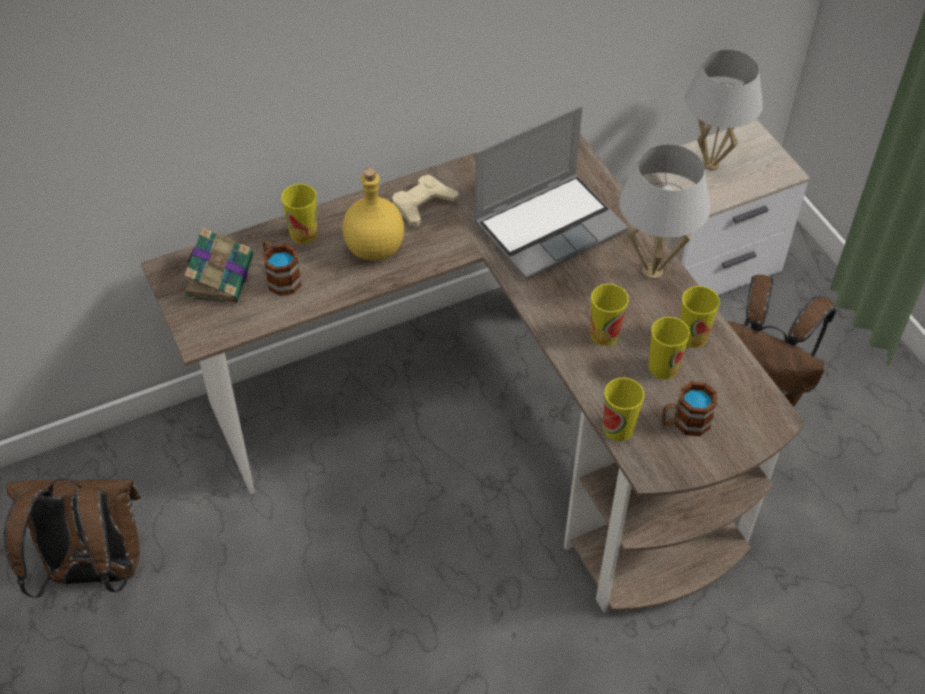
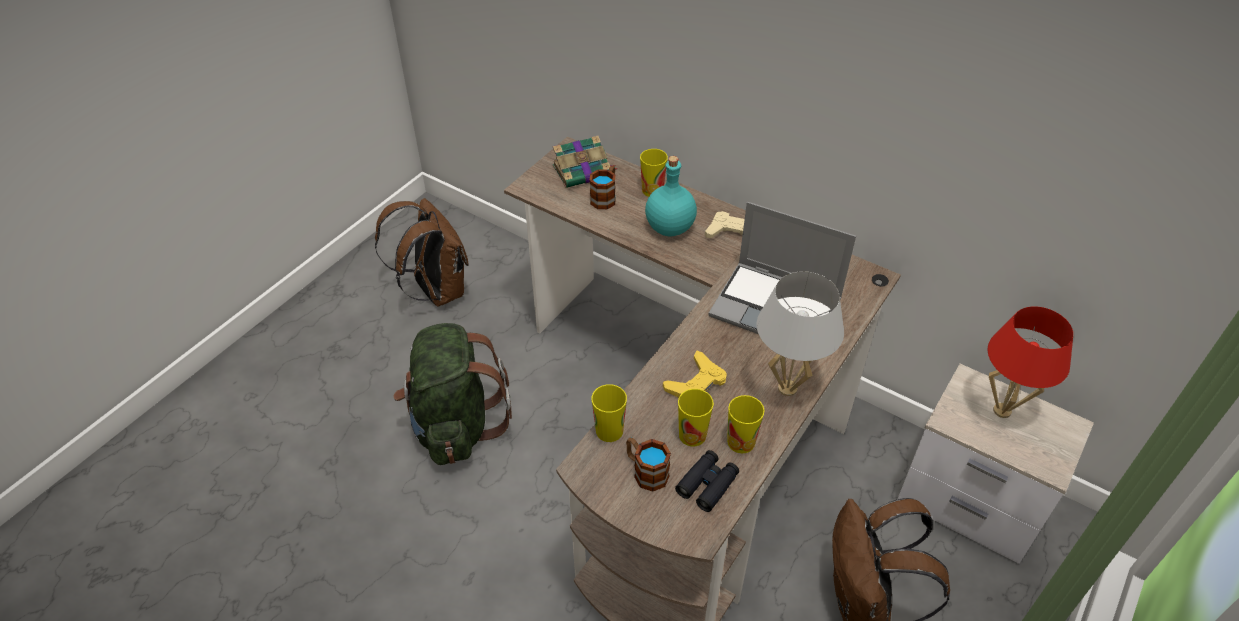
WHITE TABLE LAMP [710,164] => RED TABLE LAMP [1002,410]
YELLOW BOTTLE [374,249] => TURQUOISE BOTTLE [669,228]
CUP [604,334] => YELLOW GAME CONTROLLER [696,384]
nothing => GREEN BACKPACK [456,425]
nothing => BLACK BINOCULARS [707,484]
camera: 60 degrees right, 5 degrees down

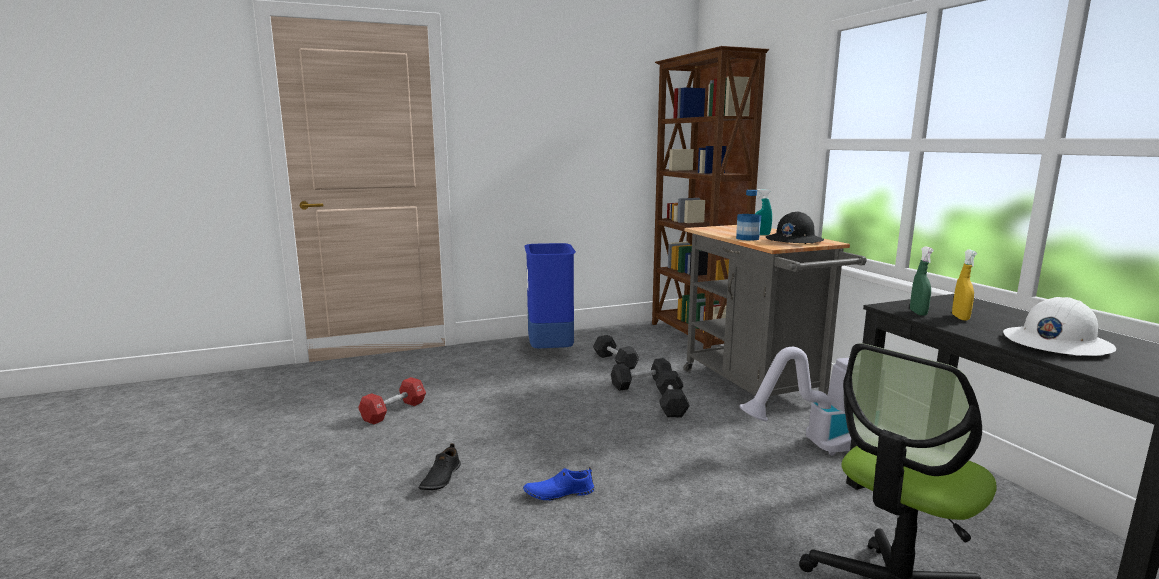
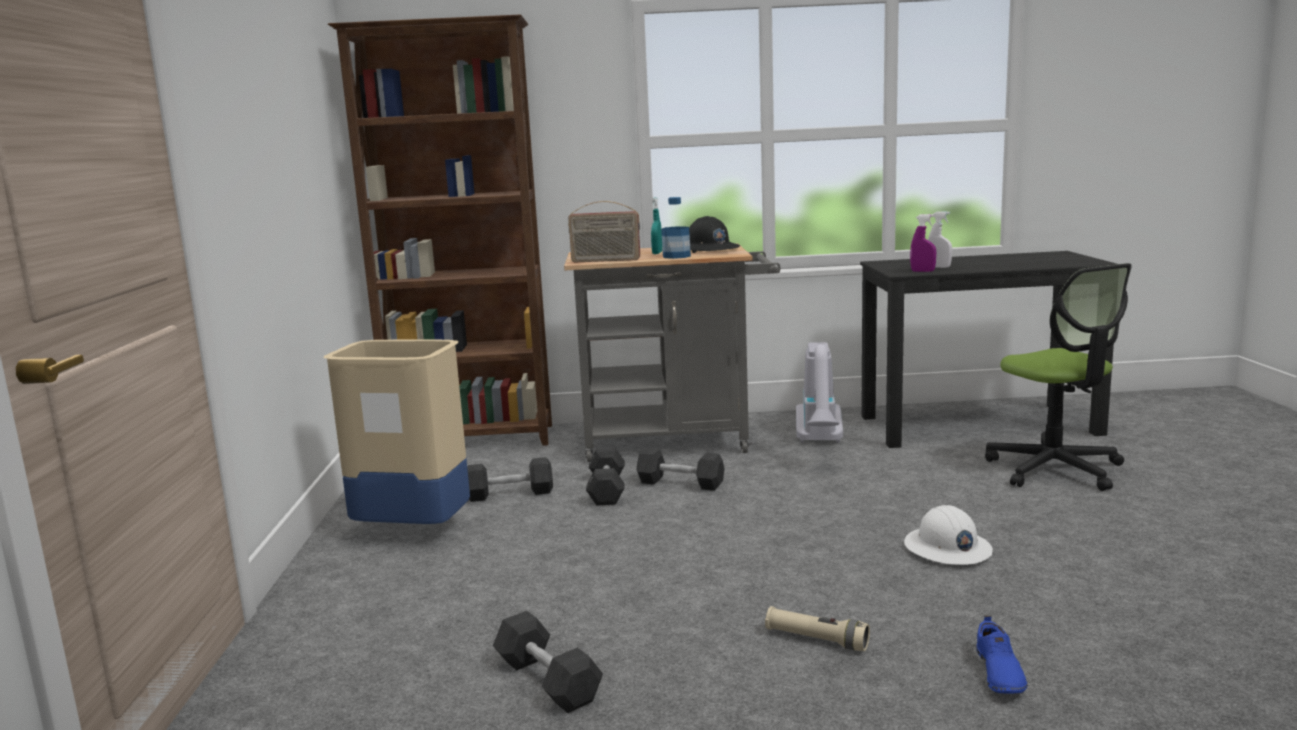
BLUE TRASH CAN [551,351] => BEIGE TRASH CAN [413,531]
GREEN SPRAY BOTTLE [918,313] => PURPLE SPRAY BOTTLE [922,271]
YELLOW SPRAY BOTTLE [960,318] => WHITE SPRAY BOTTLE [939,267]
WHITE HARD HAT [1055,344] => WHITE HARD HAT [947,549], move
RED DUMBBELL [394,411] => BLACK DUMBBELL [547,681]
BLACK SHOE [440,478] => BEIGE FLASHLIGHT [816,640]
BLUE SHOE [559,493] => BLUE SHOE [998,673], move
nothing => RADIO [605,260]
camera: 70 degrees left, 0 degrees up

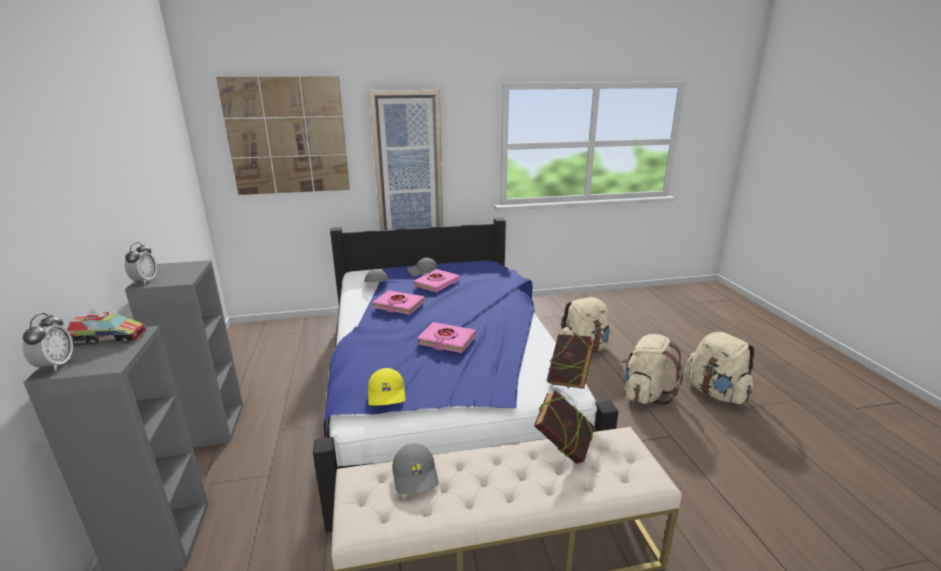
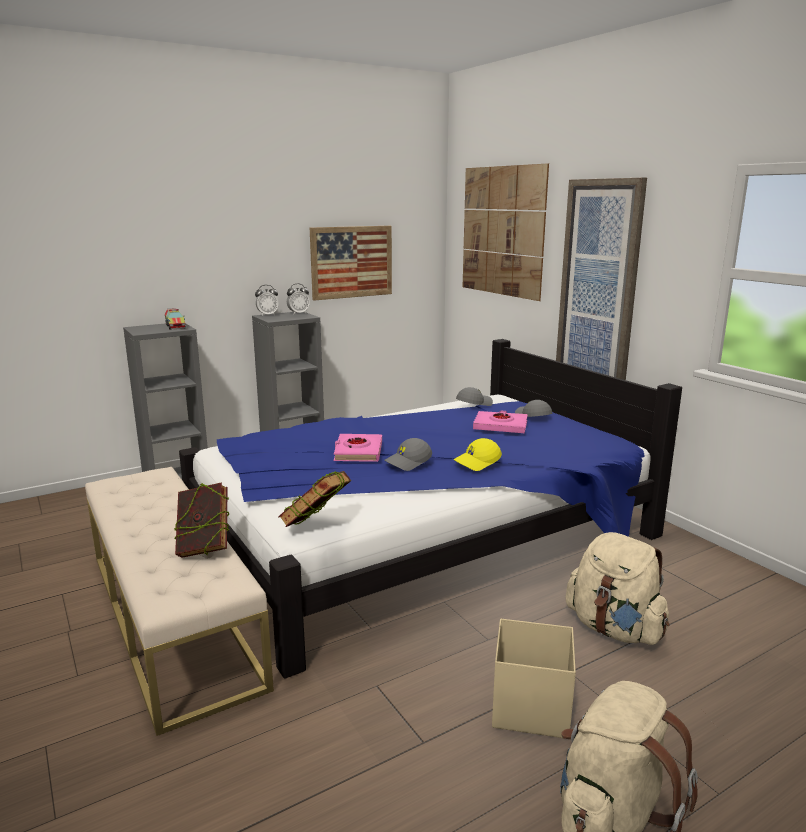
PINK BOOK [399,305] => nothing
ALARM CLOCK [56,365] => ALARM CLOCK [298,313], move
BEIGE BACKPACK [645,394] => BEIGE STORAGE BOX [529,708]
YELLOW CAP [387,394] => YELLOW CAP [477,462], move
GREY CAP [416,476] => GREY CAP [408,462], move
nothing => PICTURE [351,262]
camera: 70 degrees right, 5 degrees down

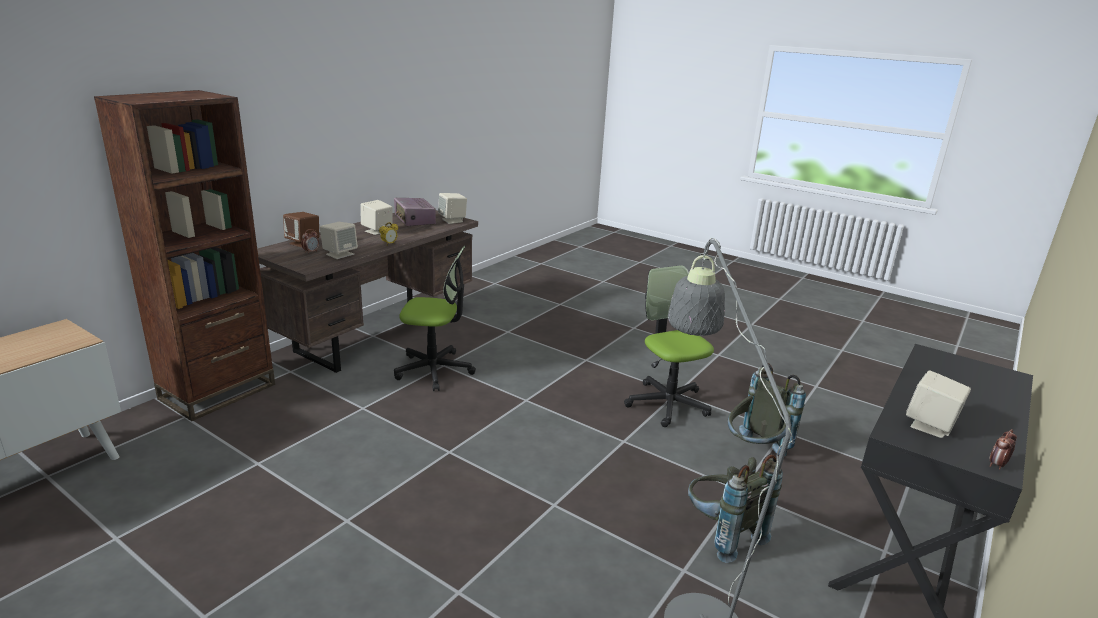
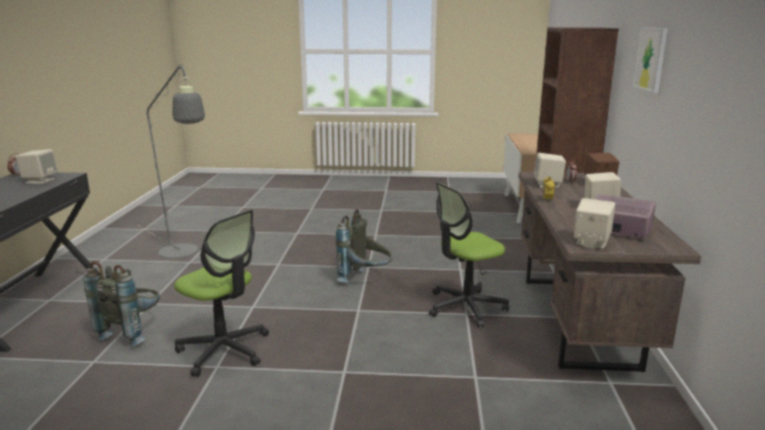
GREY BACKPACK [721,534] => GREY BACKPACK [365,280], move
nothing => PICTURE [651,59]
camera: 150 degrees right, 5 degrees down

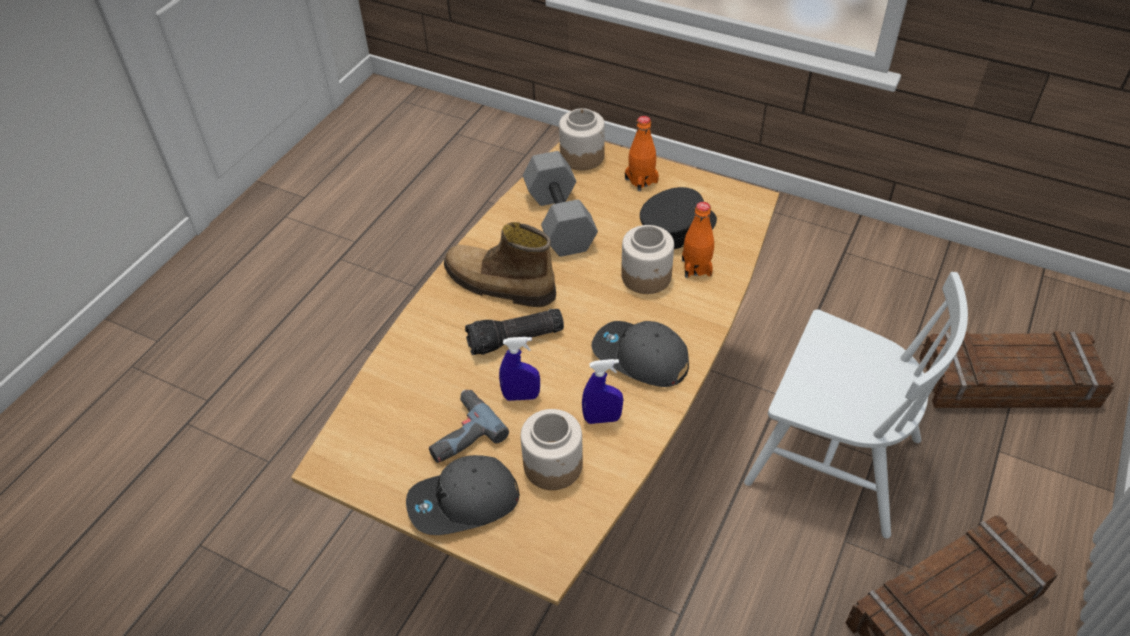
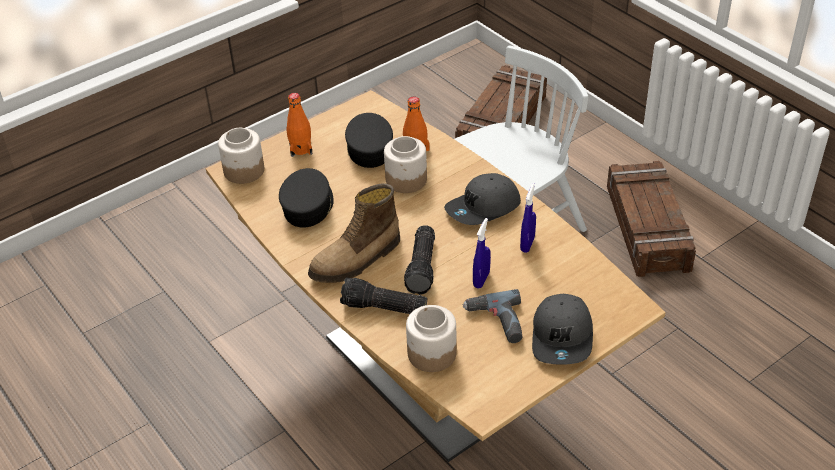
GREY DUMBBELL [557,220] => BLACK CAP [308,206]
JAR [553,464] => JAR [431,353], move
nothing => FLASHLIGHT [383,308]
camera: 65 degrees left, 5 degrees down

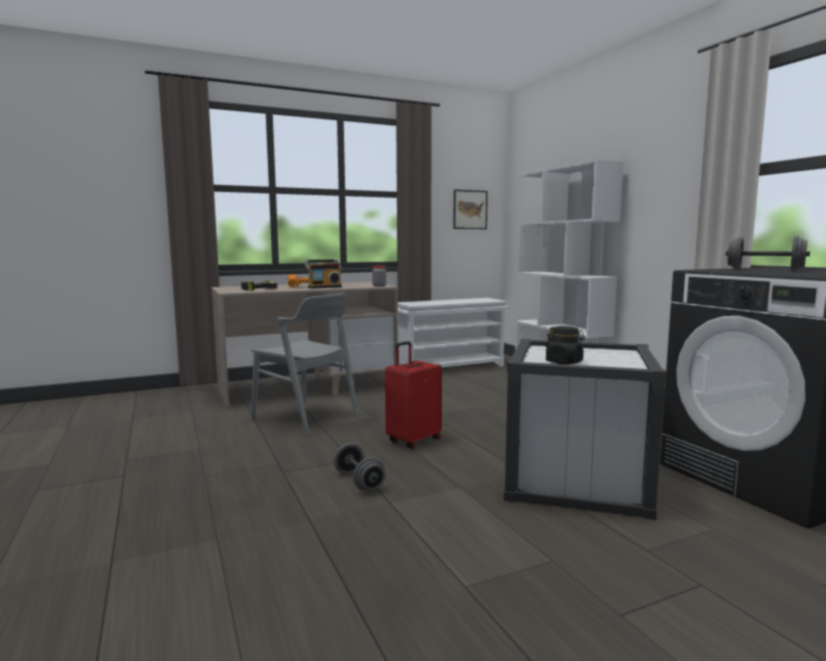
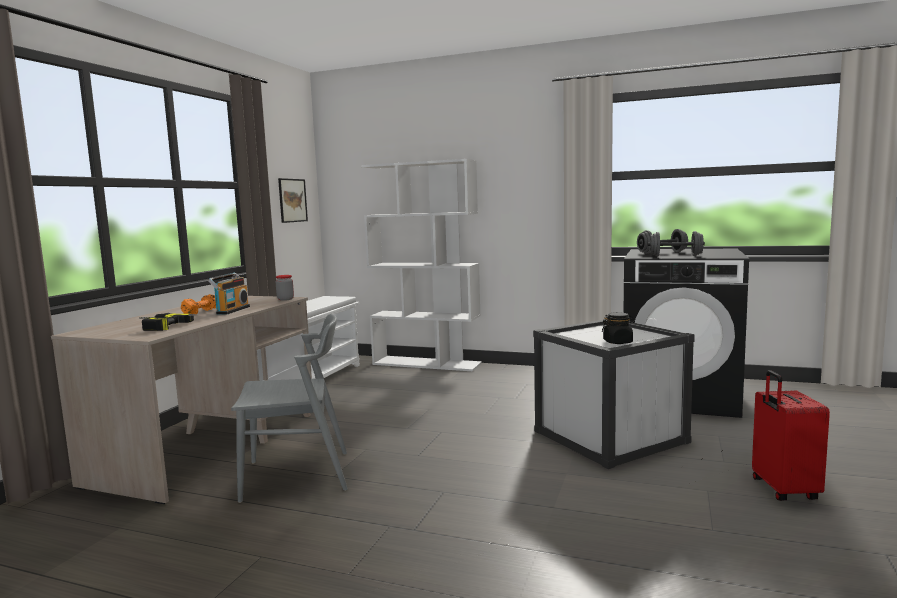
RED SUITCASE [413,440] => RED SUITCASE [783,490], move
GREY DUMBBELL [359,481] => GREY DUMBBELL [675,256], move
camera: 45 degrees left, 0 degrees up

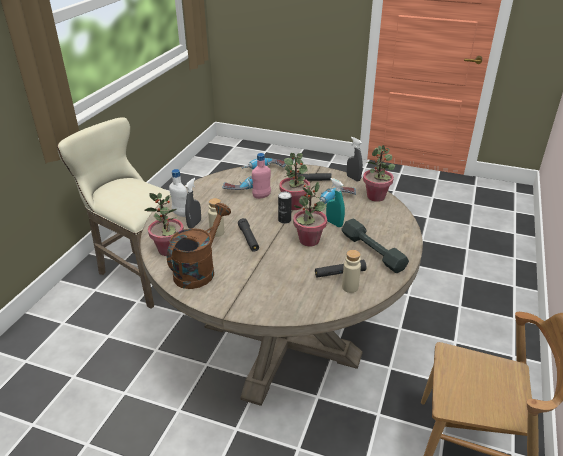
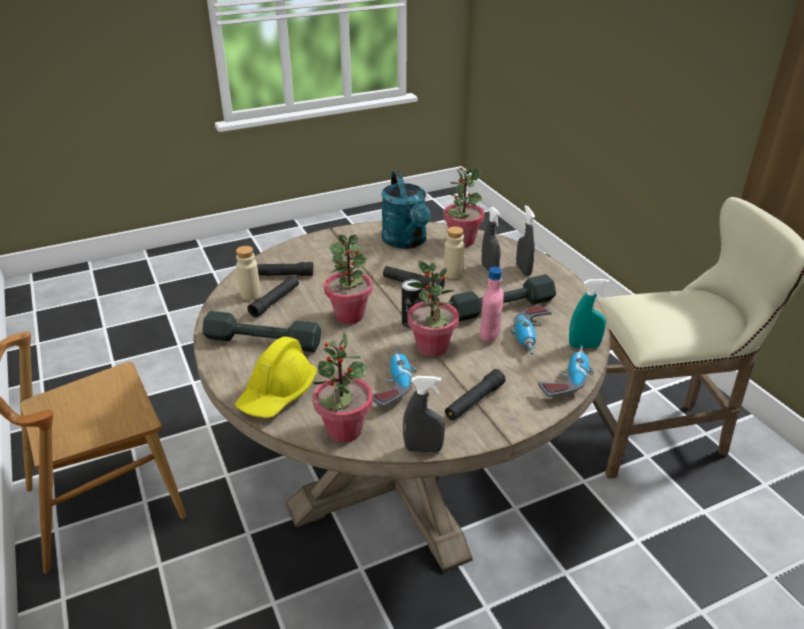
WHITE BOTTLE [180,214] => GREY SPRAY BOTTLE [523,270]
TURQUOISE SPRAY BOTTLE [334,223] => TURQUOISE SPRAY BOTTLE [584,346], move
BROWN WATERING CAN [199,270] => TURQUOISE WATERING CAN [406,242]
nothing => BLACK FLASHLIGHT [282,275]
nothing => GREY DUMBBELL [502,307]
nothing => YELLOW HARD HAT [277,393]
camera: 135 degrees right, 0 degrees up

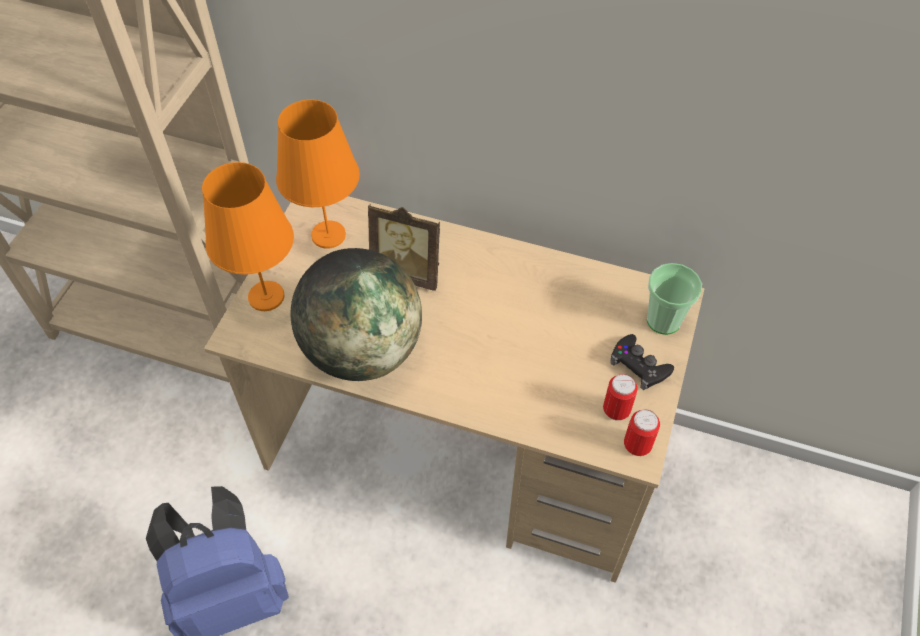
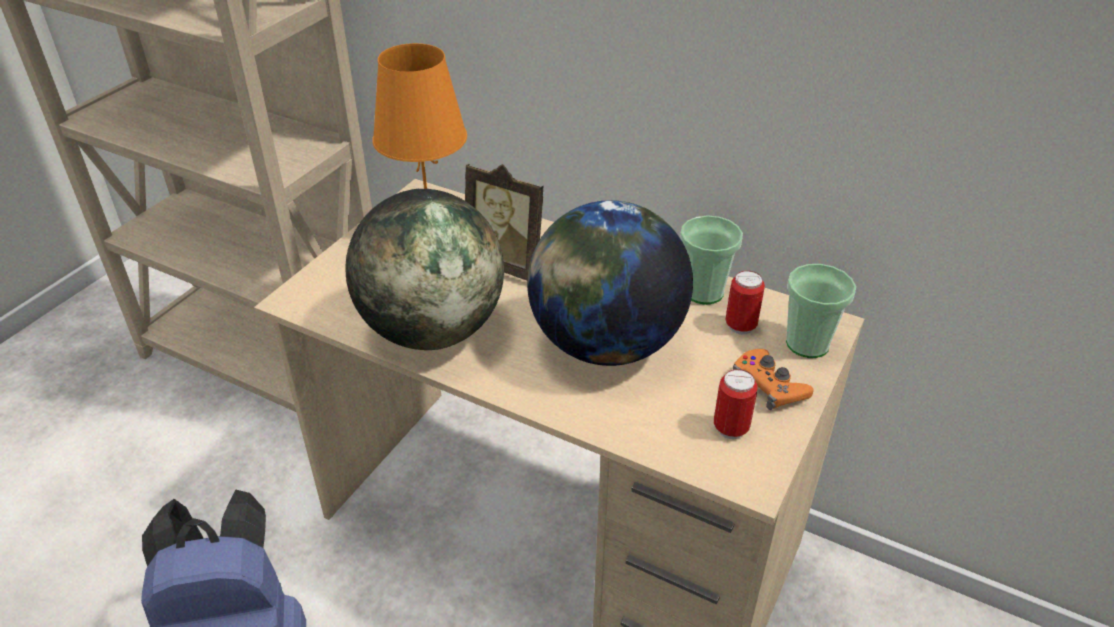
ORANGE TABLE LAMP [266,296] => nothing
BLACK GAME CONTROLLER [639,365] => ORANGE GAME CONTROLLER [769,385]
CAN [637,445] => CAN [740,326], move
nothing => GLOBE [605,344]
nothing => CUP [703,292]
camera: 10 degrees right, 15 degrees down

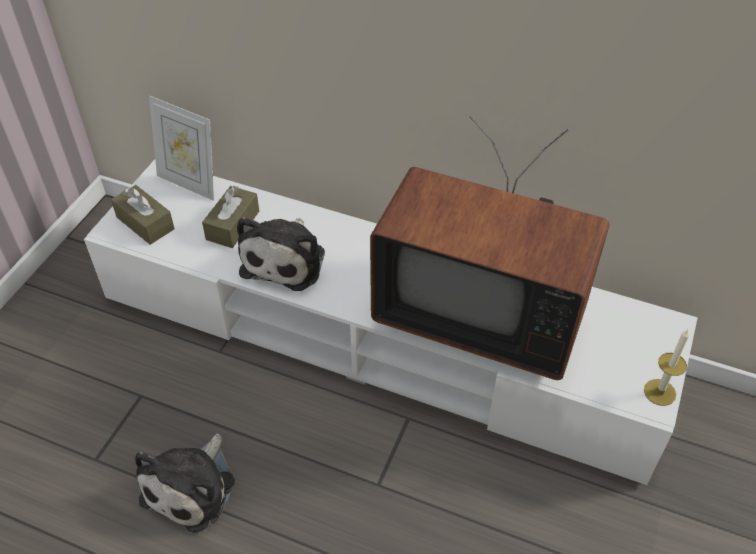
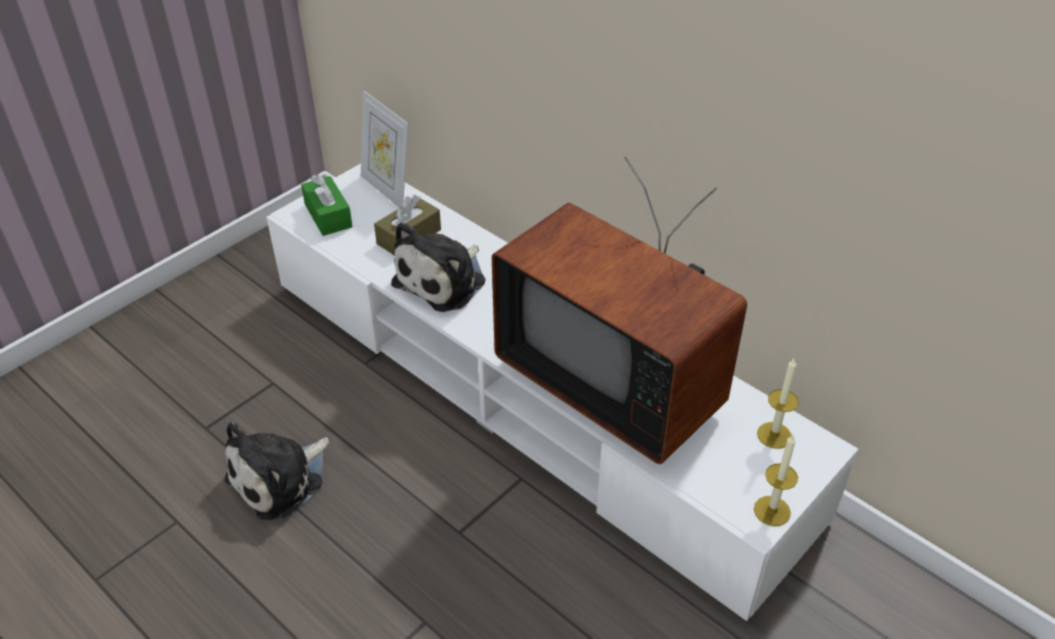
BROWN TISSUE BOX [145,223] => GREEN TISSUE BOX [328,215]
nothing => CANDLE [774,435]
camera: 20 degrees right, 5 degrees down

